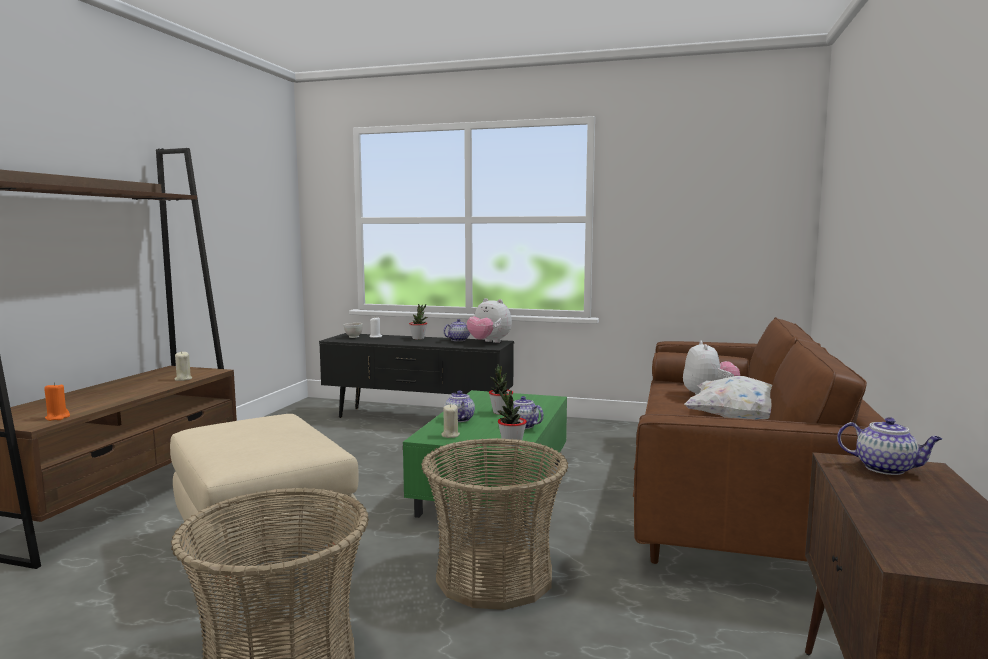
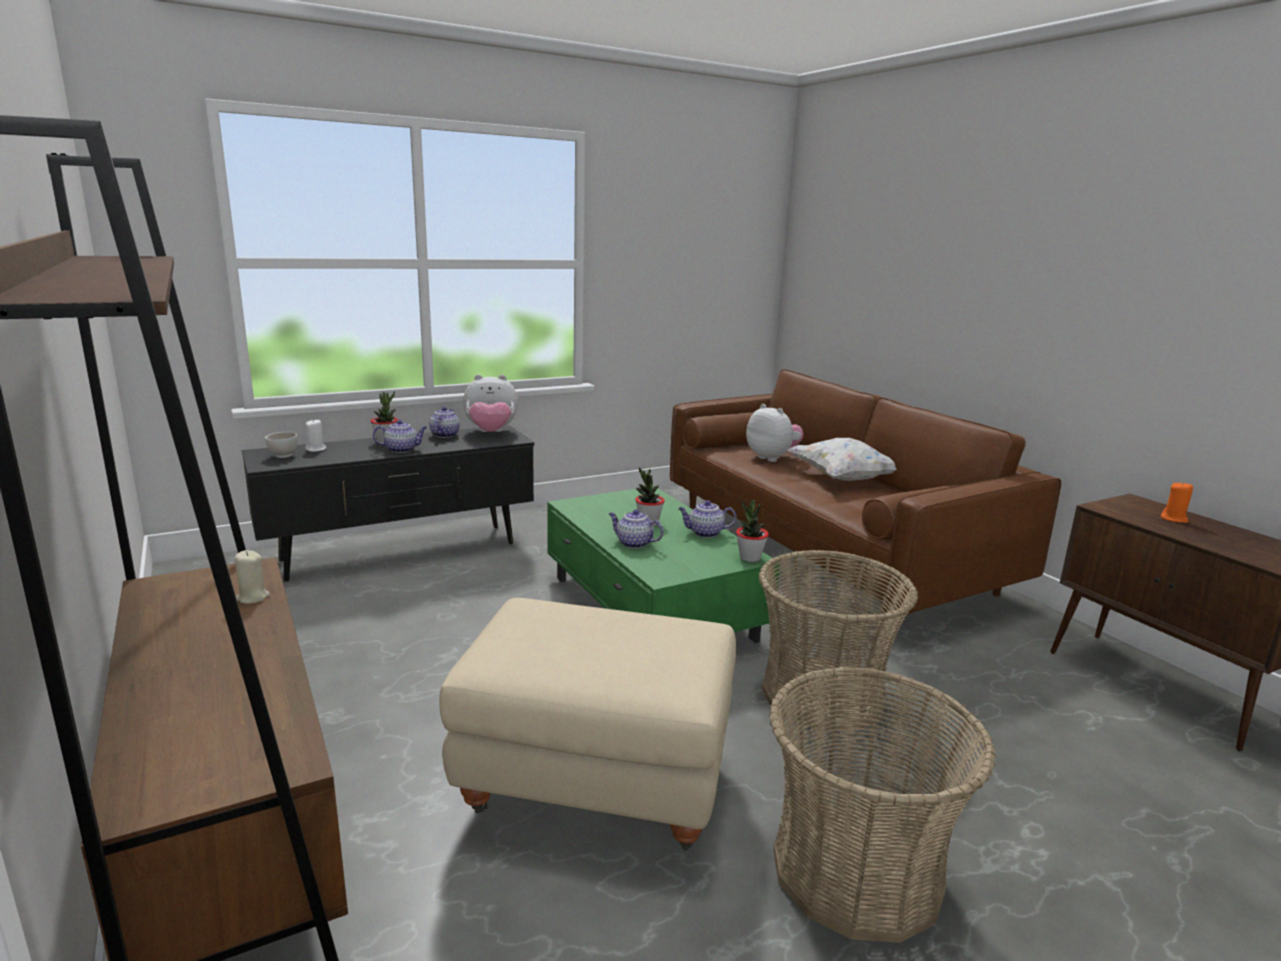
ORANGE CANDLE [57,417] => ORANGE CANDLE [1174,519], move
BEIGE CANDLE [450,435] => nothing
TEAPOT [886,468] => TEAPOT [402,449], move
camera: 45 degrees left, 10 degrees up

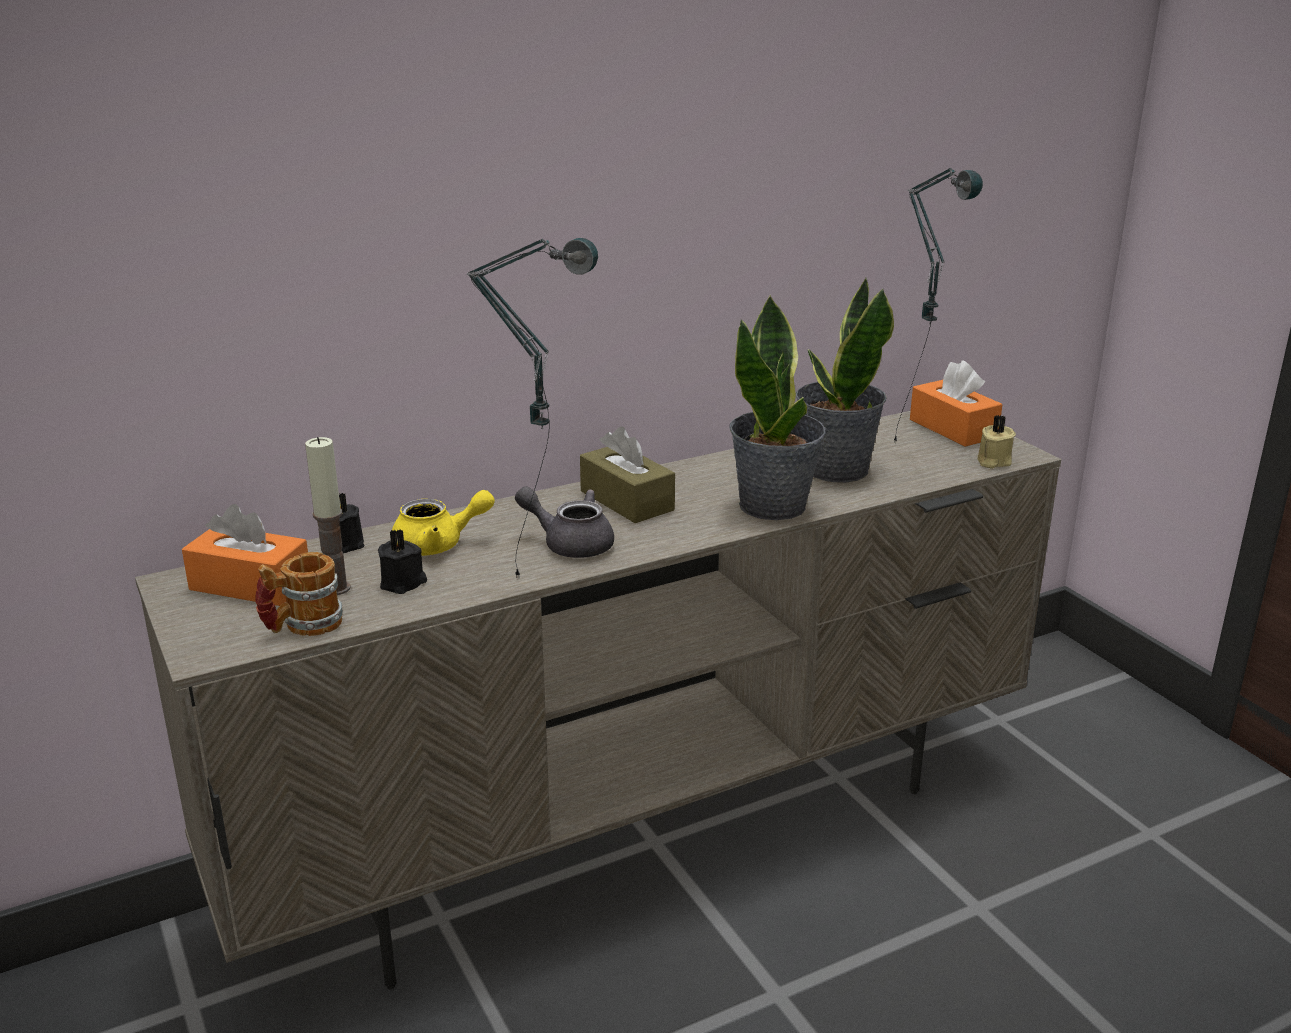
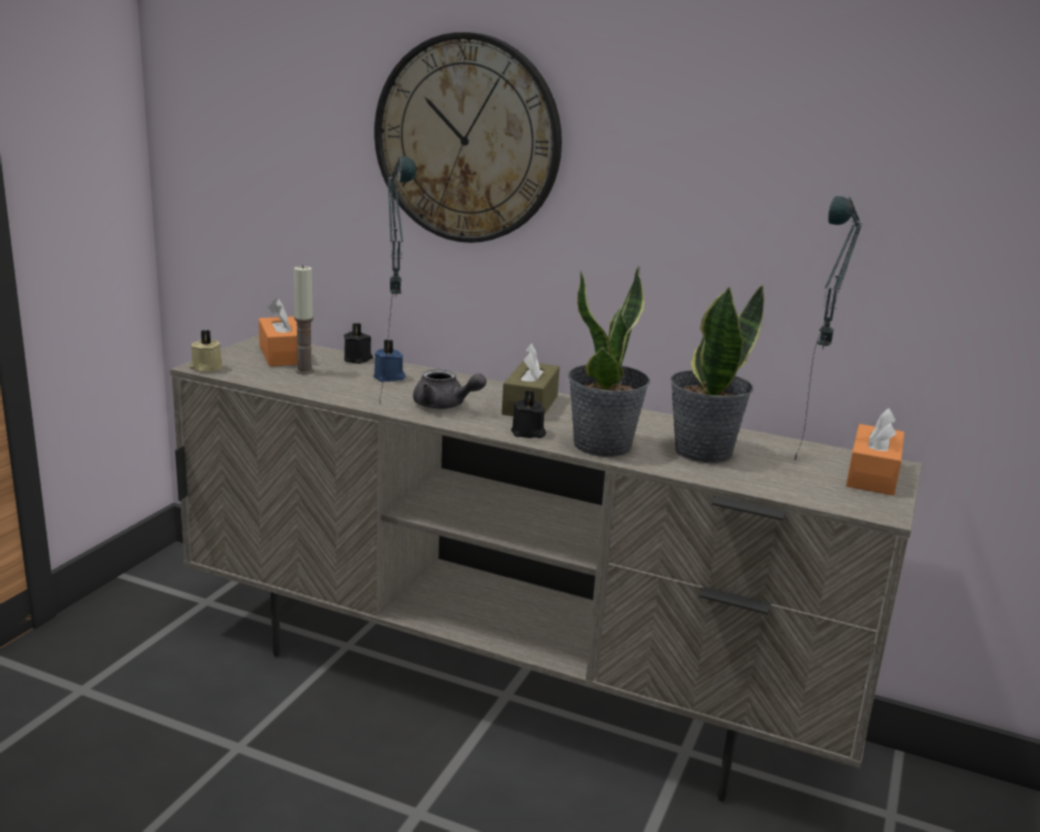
BEIGE CANDLE [992,461] => BEIGE CANDLE [205,368], move
GREY TEAPOT [570,543] => GREY TEAPOT [445,406], 135 degrees clockwise
YELLOW TEAPOT [438,545] => BLUE CANDLE [389,377]
BLACK CANDLE [404,583] => BLACK CANDLE [528,433], move
MUG [302,626] => nothing
nothing => WALL CLOCK [467,139]
camera: 50 degrees right, 5 degrees down

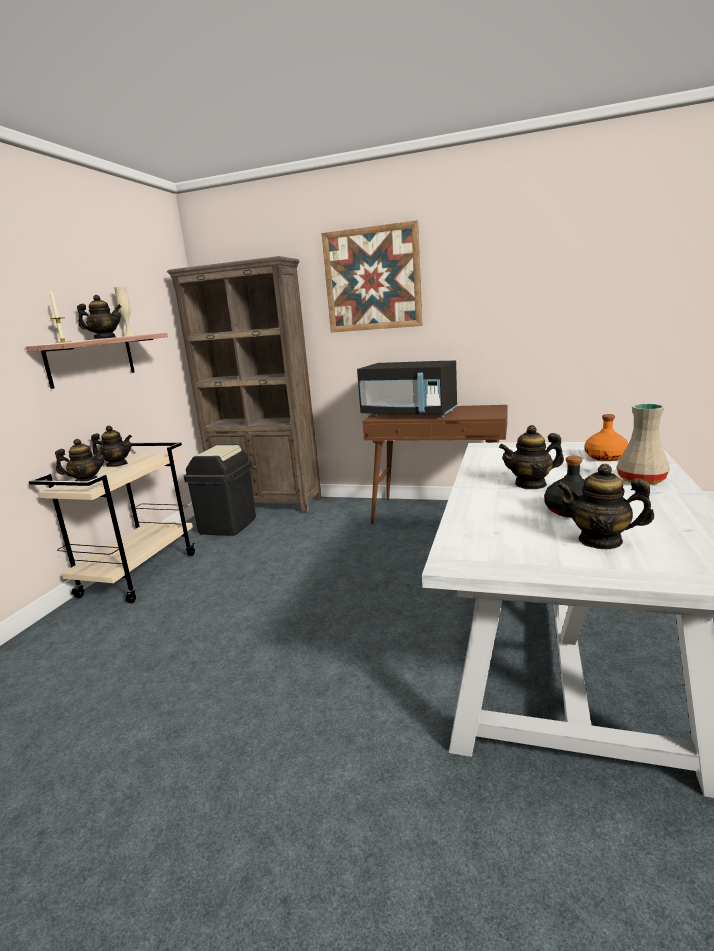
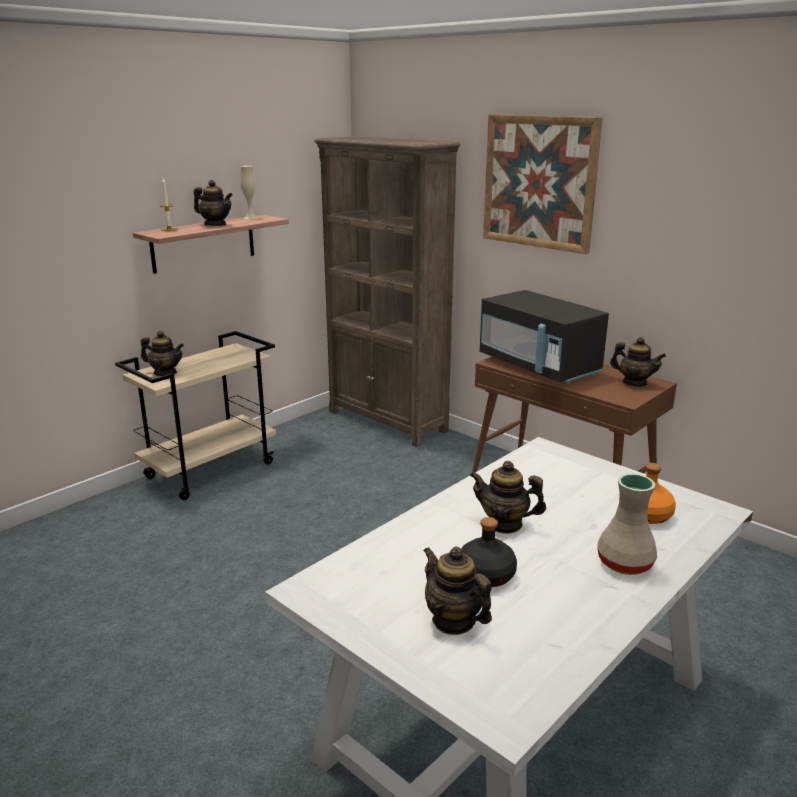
TEAPOT [117,465] => TEAPOT [634,383], move
BLACK TRASH CAN [228,525] => nothing
camera: 25 degrees right, 5 degrees up

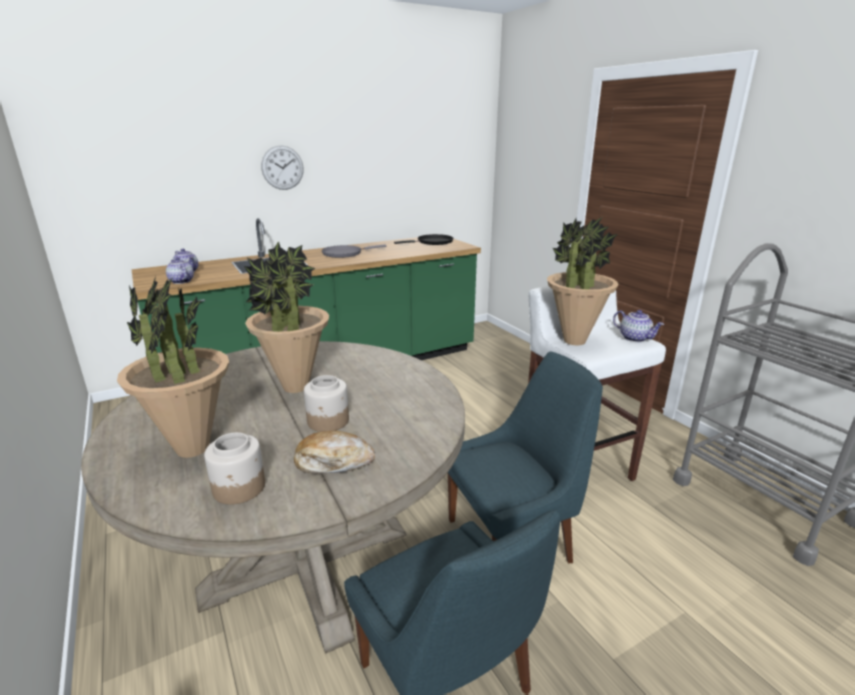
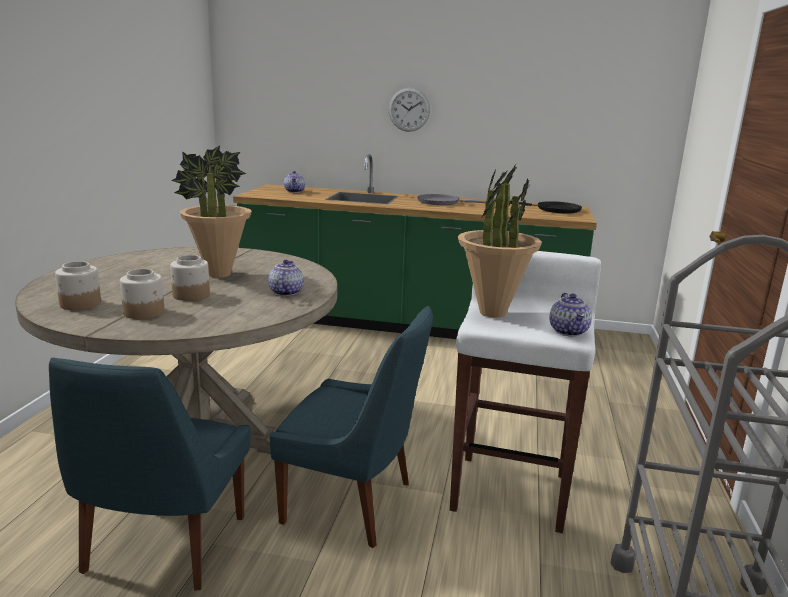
TEAPOT [180,281] => TEAPOT [285,292], move
POTTED PLANT [192,448] => nothing
BREAD [333,461] => JAR [144,312]
camera: 40 degrees right, 5 degrees down

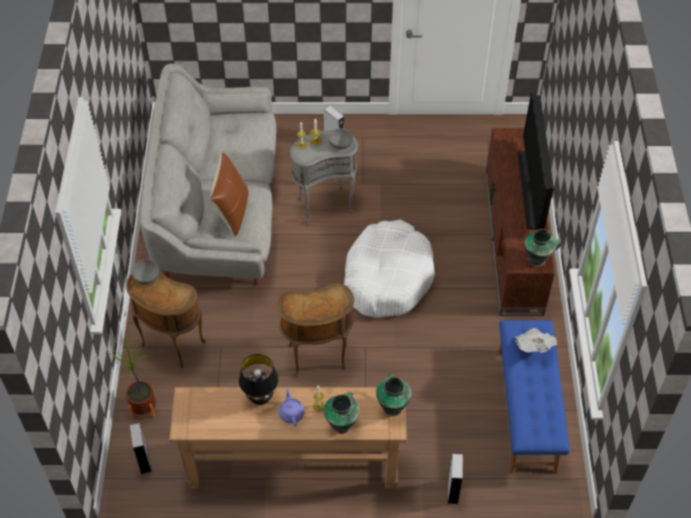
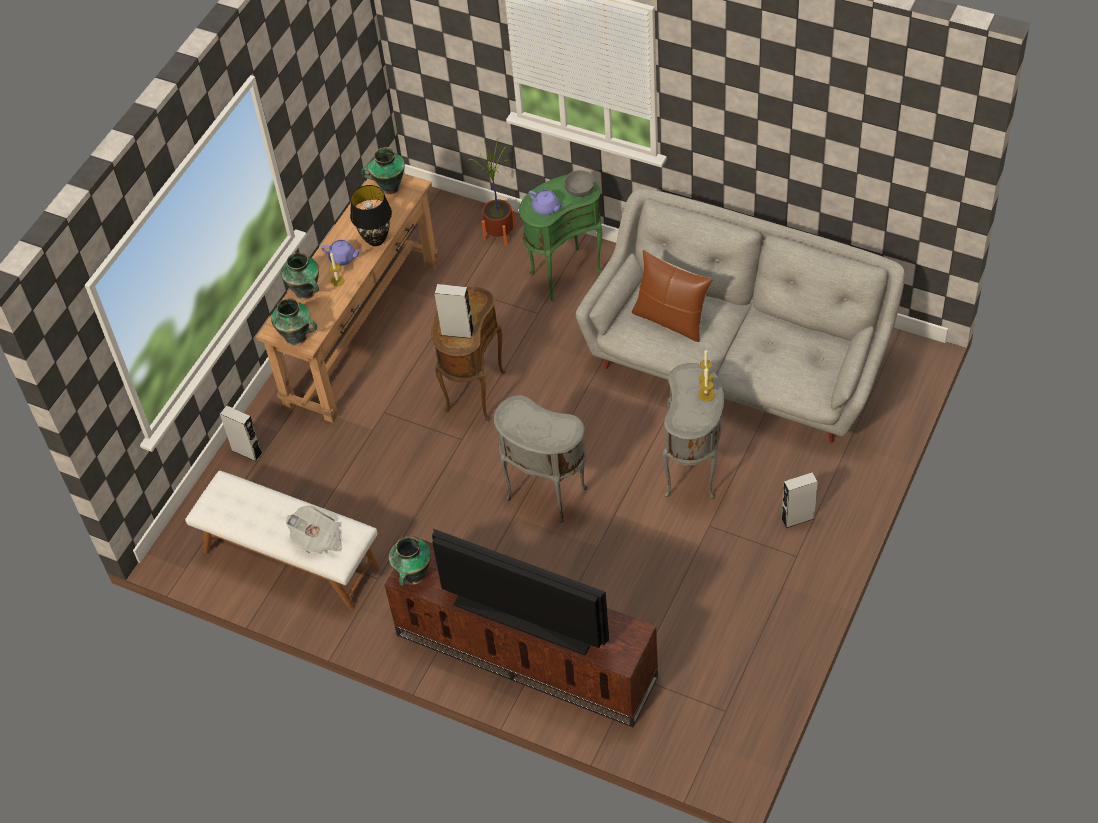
GREY BOWL [340,144] => nothing
WHITE DOG BED [387,277] => GREY SIDE TABLE [545,496]
BROWN SIDE TABLE [171,345] => GREEN SIDE TABLE [564,273]
BLUE BENCH [527,409] => WHITE BENCH [290,559]
GREY SPEAKER [144,461] => GREY SPEAKER [457,332], move
nothing => VASE [389,187]
nothing => PURPLE TEAPOT [546,208]
camera: 120 degrees right, 0 degrees up

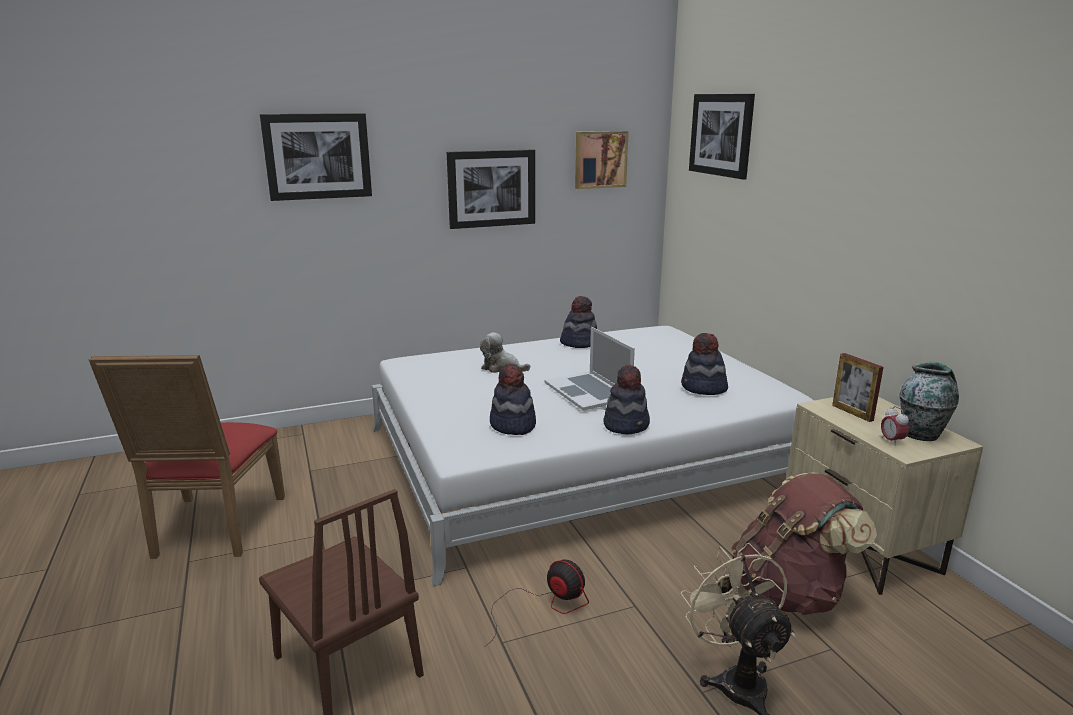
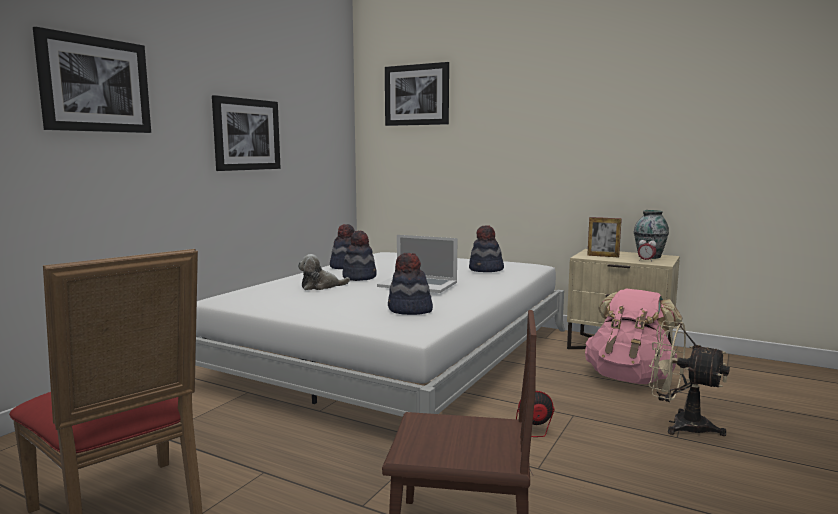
PICTURE [600,159] => nothing
HAT [626,425] => HAT [359,277], move
BROWN BACKPACK [789,592] => PINK BACKPACK [629,378]
camera: 40 degrees left, 10 degrees down

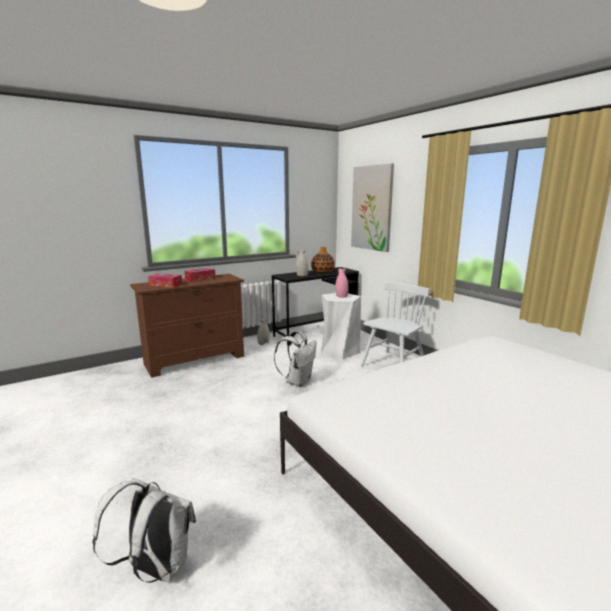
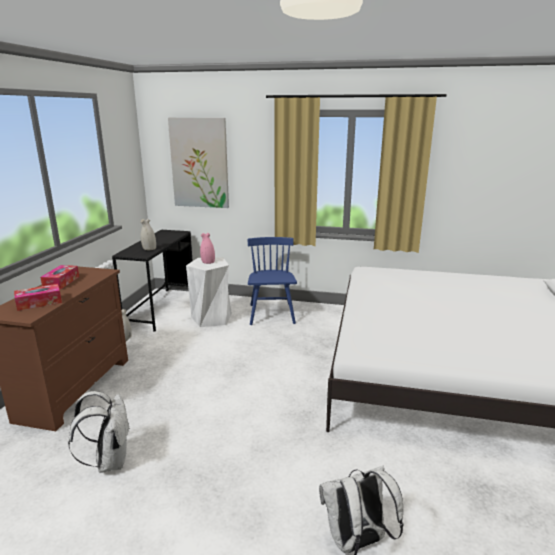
VASE [322,272] => nothing
WHITE CHAIR [393,364] => BLUE CHAIR [271,314]
WHITE BACKPACK [298,381] => WHITE BACKPACK [110,461], move
camera: 45 degrees left, 5 degrees up

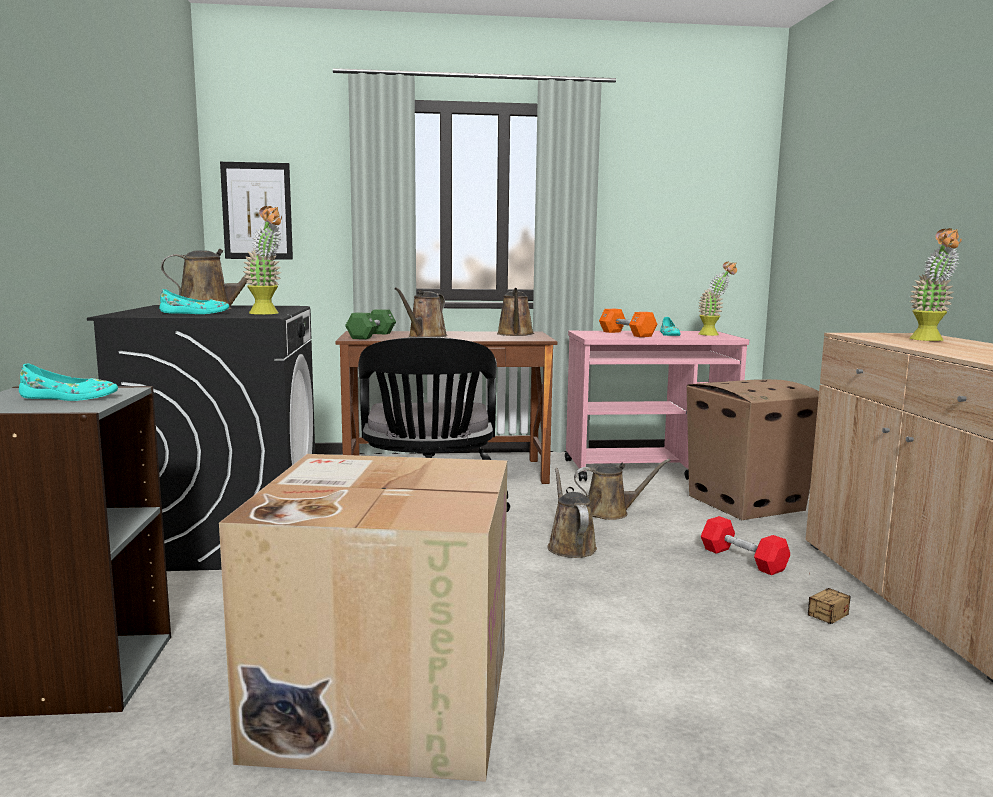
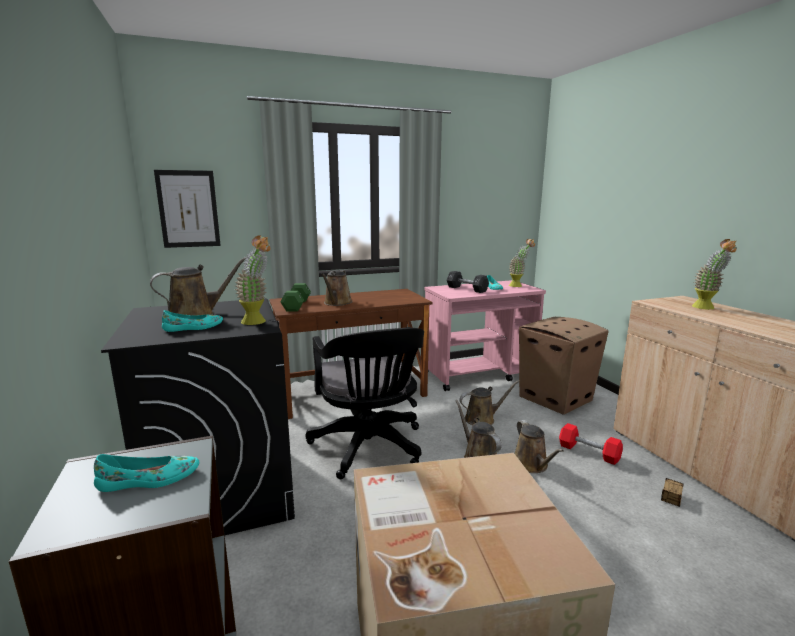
BROWN WATERING CAN [515,334] => BROWN WATERING CAN [532,465], move
ORANGE DUMBBELL [626,334] => BLACK DUMBBELL [467,289]
camera: 15 degrees left, 5 degrees up

